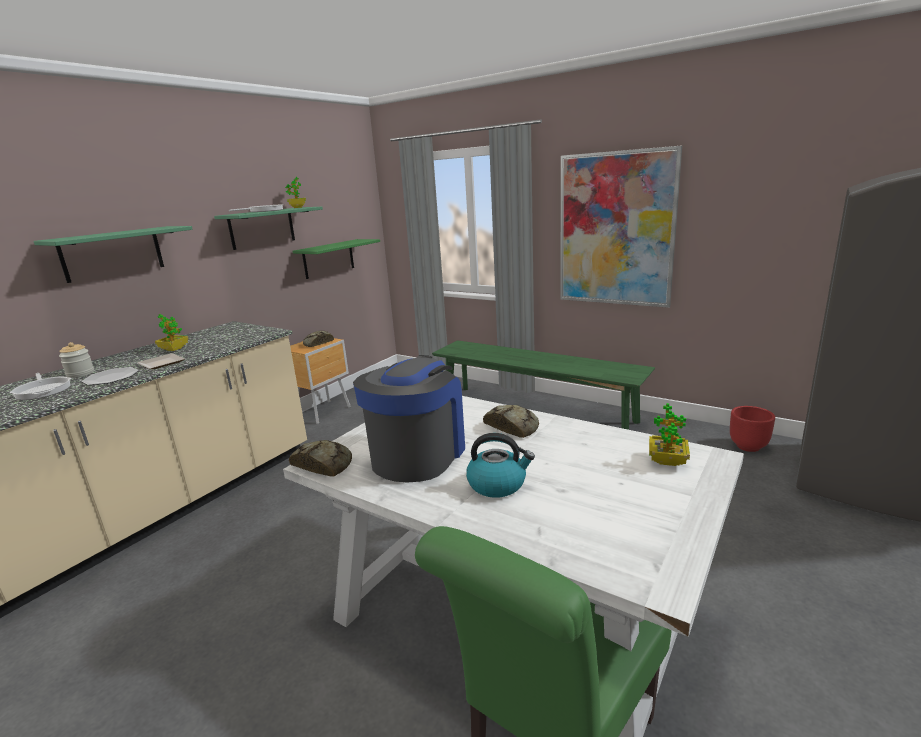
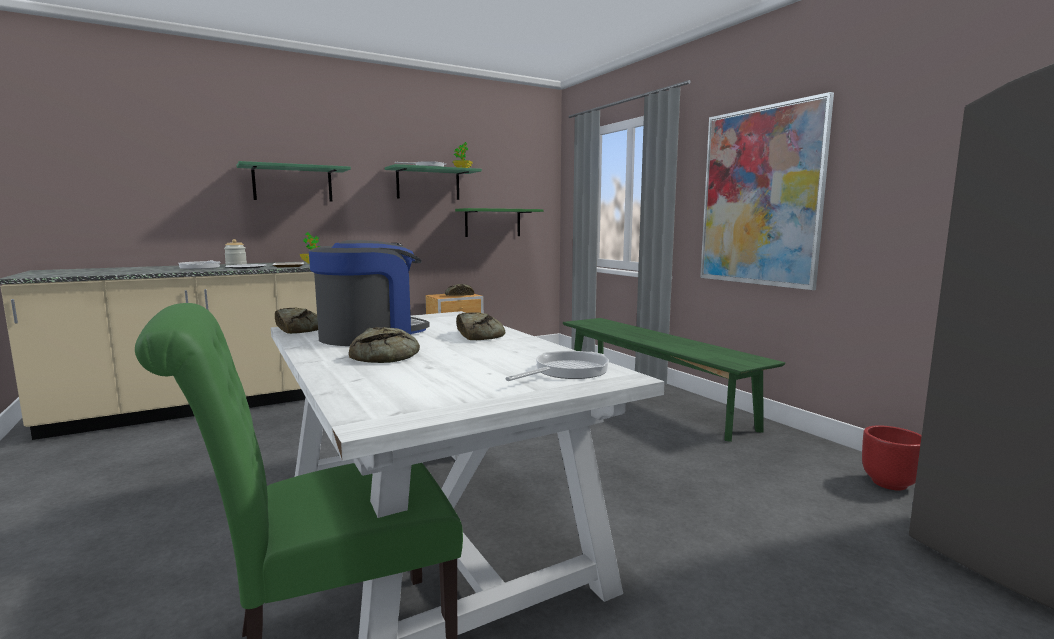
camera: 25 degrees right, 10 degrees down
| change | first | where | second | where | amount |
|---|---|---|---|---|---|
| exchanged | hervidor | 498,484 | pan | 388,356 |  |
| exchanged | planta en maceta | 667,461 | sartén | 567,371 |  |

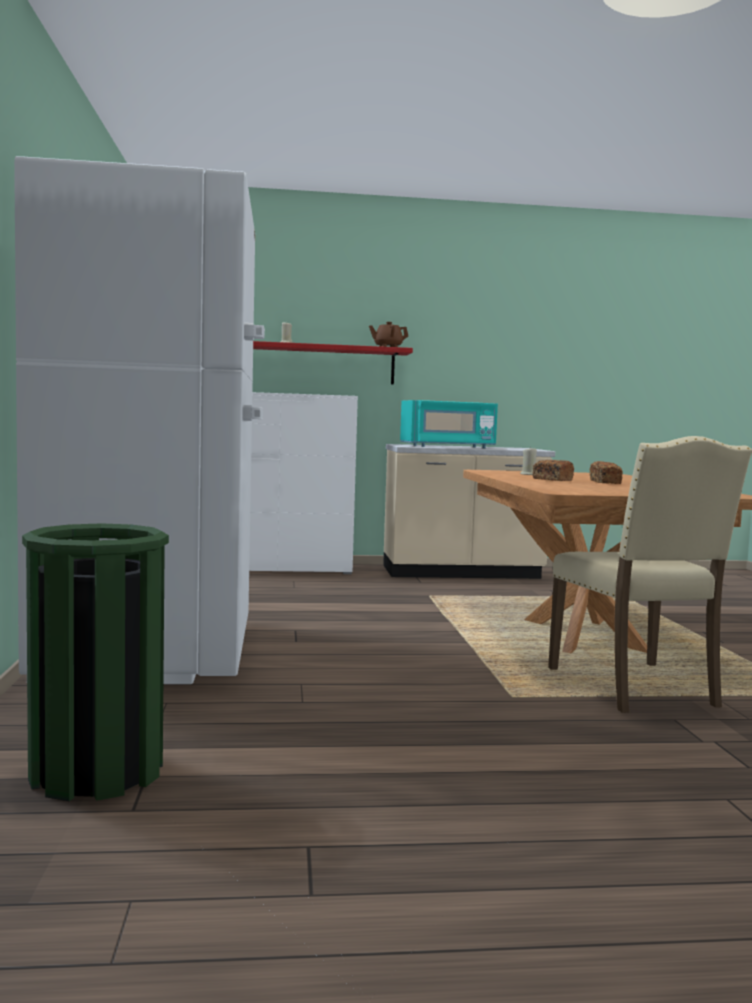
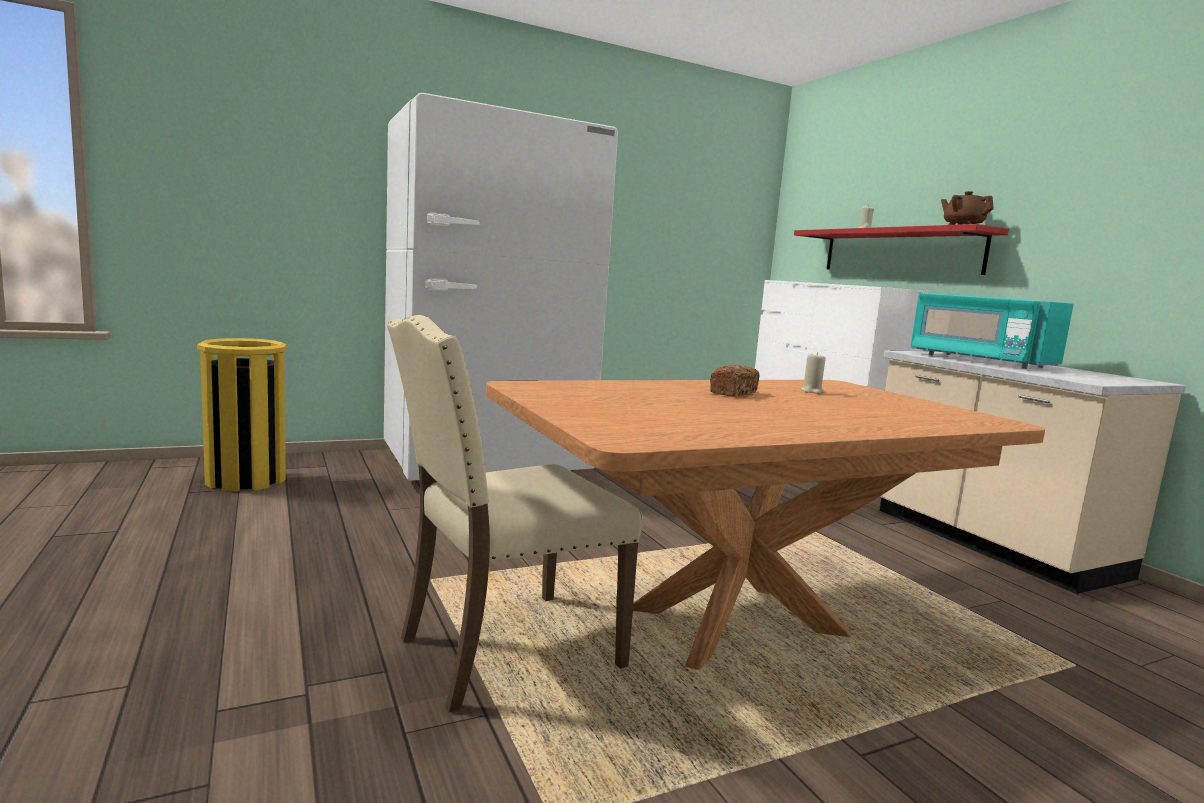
camera: 70 degrees right, 5 degrees up
| change | first | where | second | where | amount |
|---|---|---|---|---|---|
| colour | papelera [verde] | 96,772 | papelera [amarillo] | 246,479 |  |
| missing | pan | 605,482 |  |  |  |

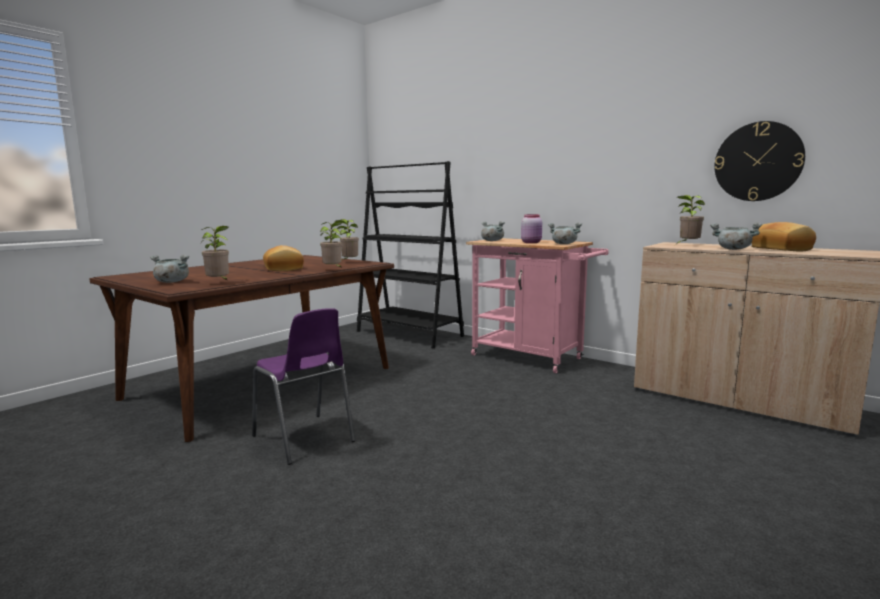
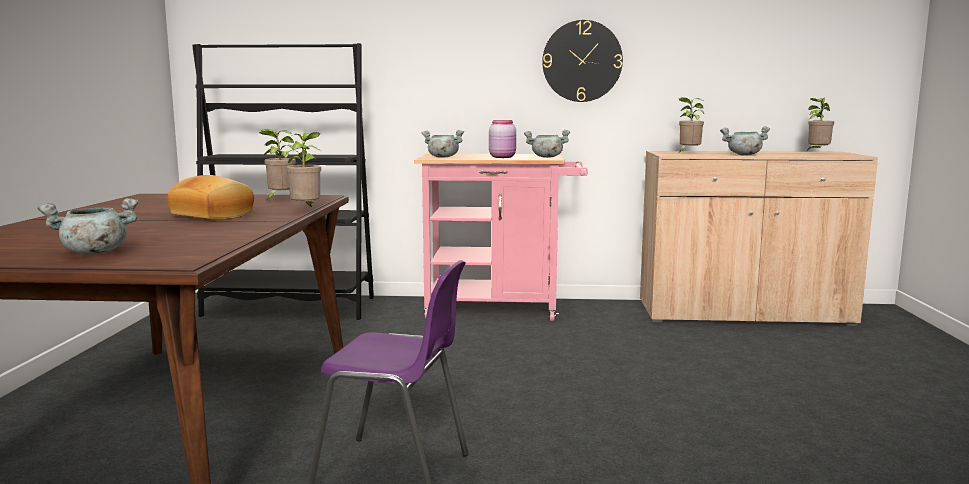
camera: 35 degrees left, 0 degrees up
| change | first | where | second | where | amount |
|---|---|---|---|---|---|
| relocated | reloj de pared | 758,161 |  | 582,61 |  |
| relocated | planta en maceta | 219,283 |  | 817,152 |  |
| missing | pan | 782,249 |  |  |  |

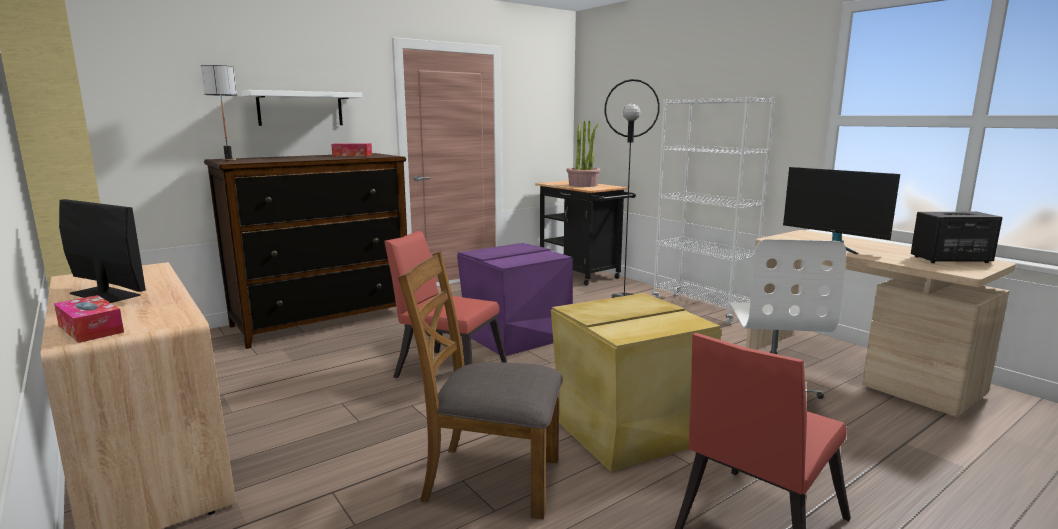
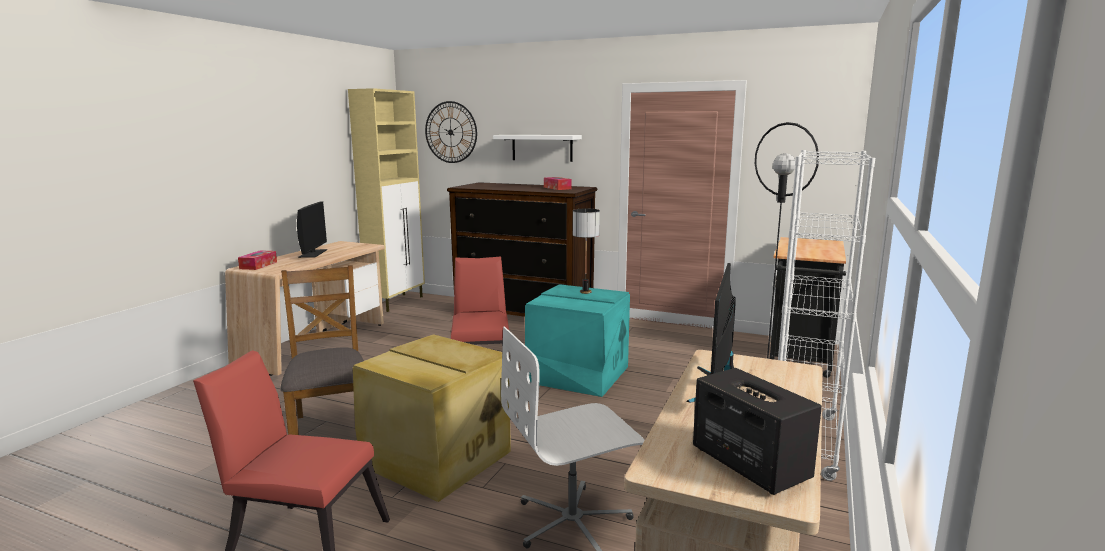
camera: 60 degrees right, 0 degrees up
| change | first | where | second | where | amount |
|---|---|---|---|---|---|
| appeared |  |  | reloj de pared | 450,132 |  |
| colour | caja de almacenaje [morado] | 516,335 | caja de almacenaje [turquesa] | 579,375 |  |
| relocated | lámpara de mesa | 228,160 |  | 585,292 |  |
| missing | planta en maceta | 583,185 |  |  |  |

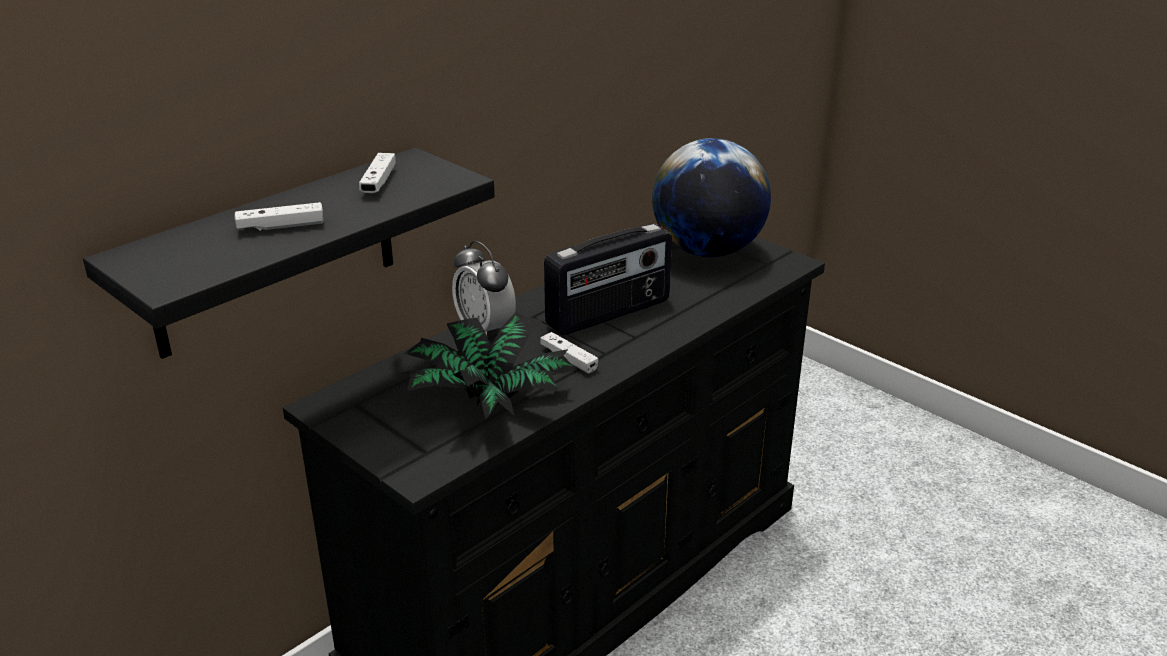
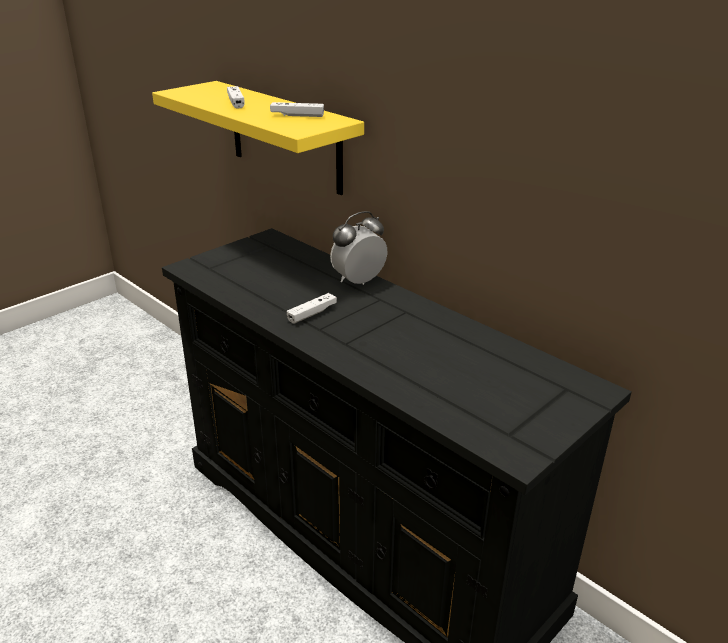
camera: 90 degrees right, 0 degrees up
| change | first | where | second | where | amount |
|---|---|---|---|---|---|
| colour | estante [negro] | 275,253 | estante [amarillo] | 285,137 |  |
| missing | planta en maceta | 488,400 |  |  |  |
| missing | radio | 609,313 |  |  |  |
| missing | globo terráqueo | 708,251 |  |  |  |

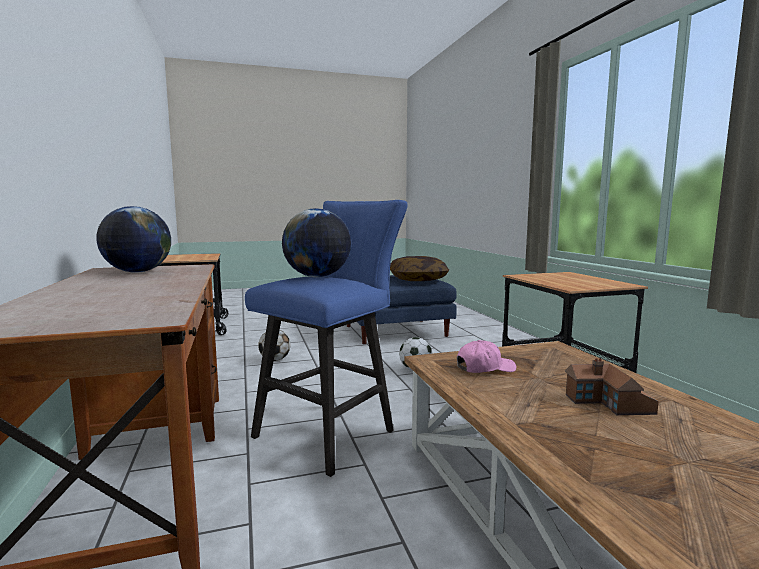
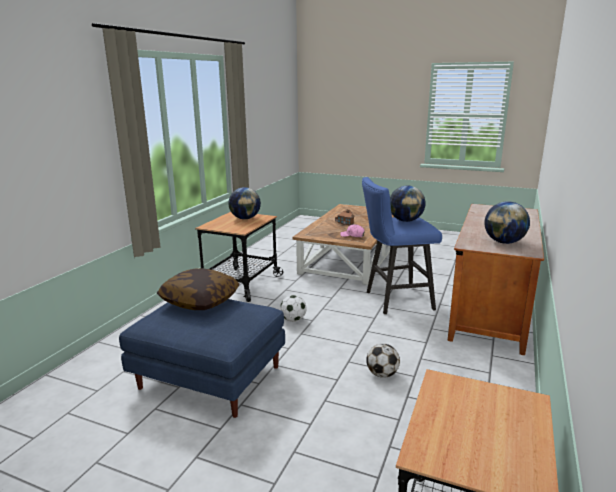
camera: 140 degrees left, 10 degrees up
| change | first | where | second | where | amount |
|---|---|---|---|---|---|
| appeared |  |  | globo terráqueo | 245,218 |  |

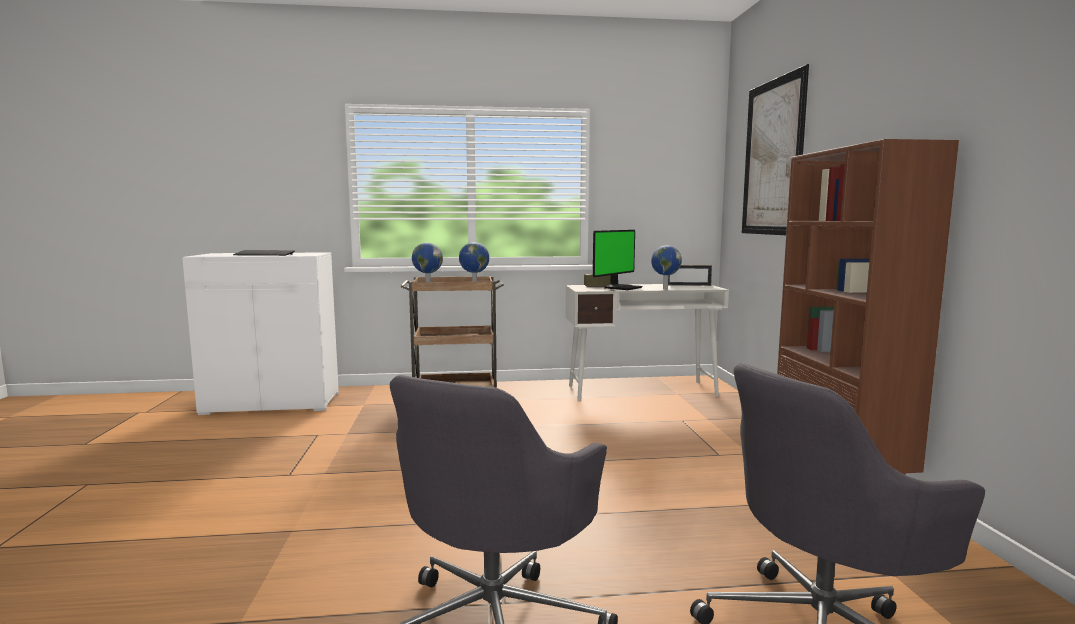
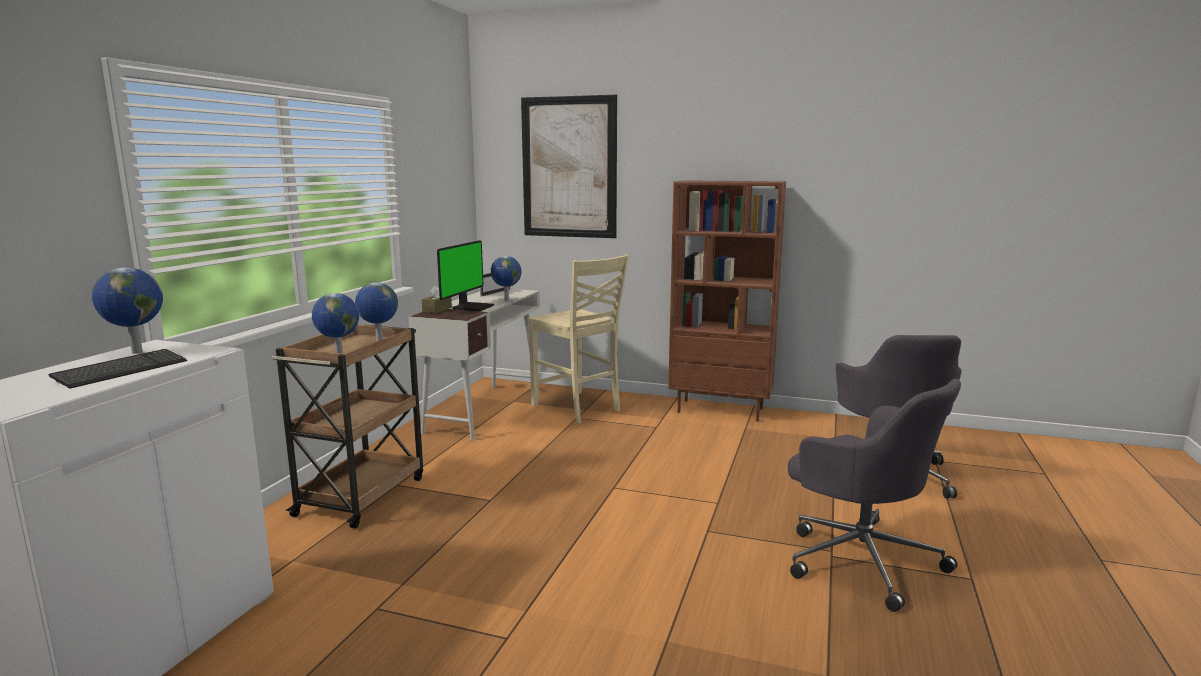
camera: 65 degrees left, 5 degrees up
| change | first | where | second | where | amount |
|---|---|---|---|---|---|
| appeared |  |  | globo terráqueo | 135,352 |  |
| spun | monitor | 621,287 |  | 471,307 | 45 degrees clockwise |
| appeared |  |  | silla [beis] | 577,408 |  |

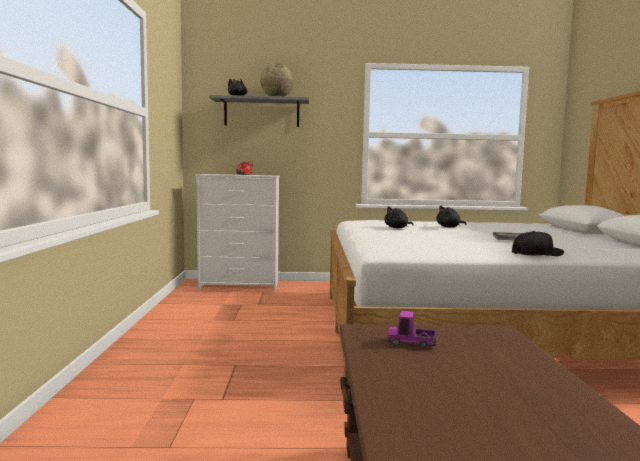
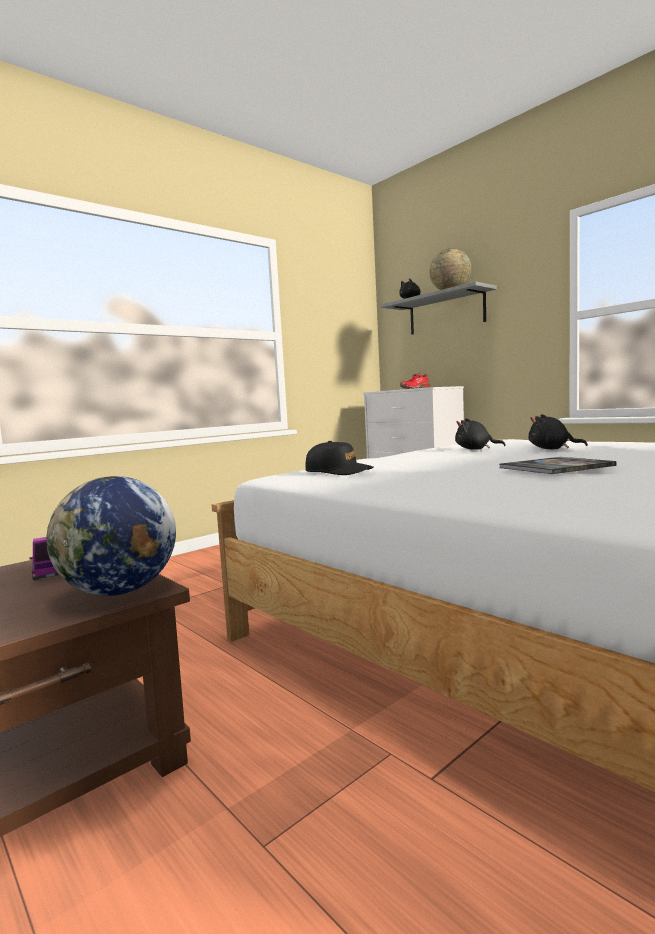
camera: 50 degrees right, 0 degrees up
| change | first | where | second | where | amount |
|---|---|---|---|---|---|
| appeared |  |  | globo terráqueo | 119,592 |  |
| relocated | gorra [negro] | 537,254 |  | 338,472 |  |

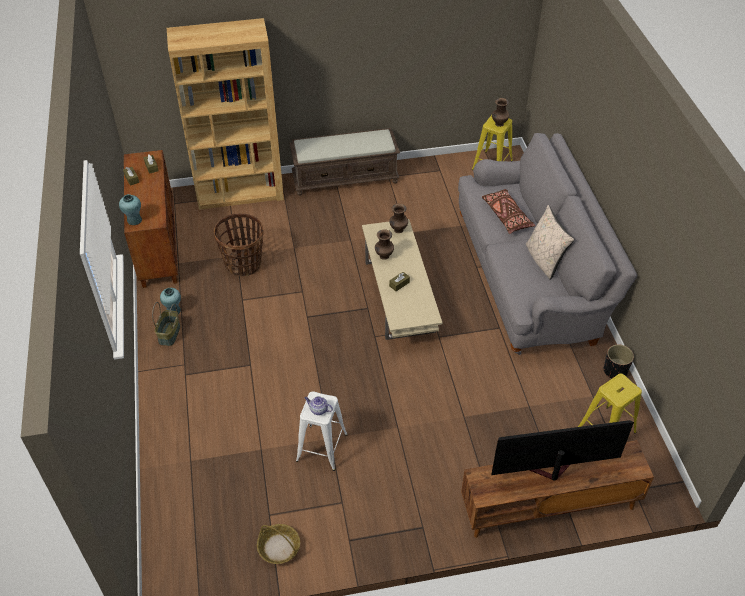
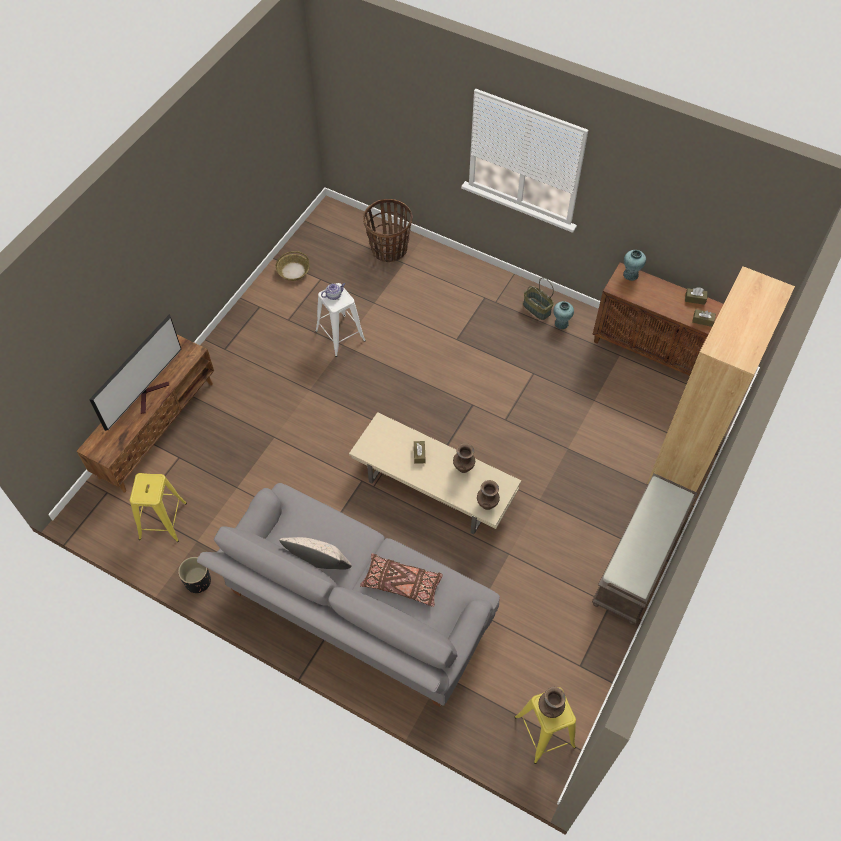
camera: 130 degrees right, 10 degrees up
| change | first | where | second | where | amount |
|---|---|---|---|---|---|
| relocated | cesta | 243,264 |  | 389,249 |  |

